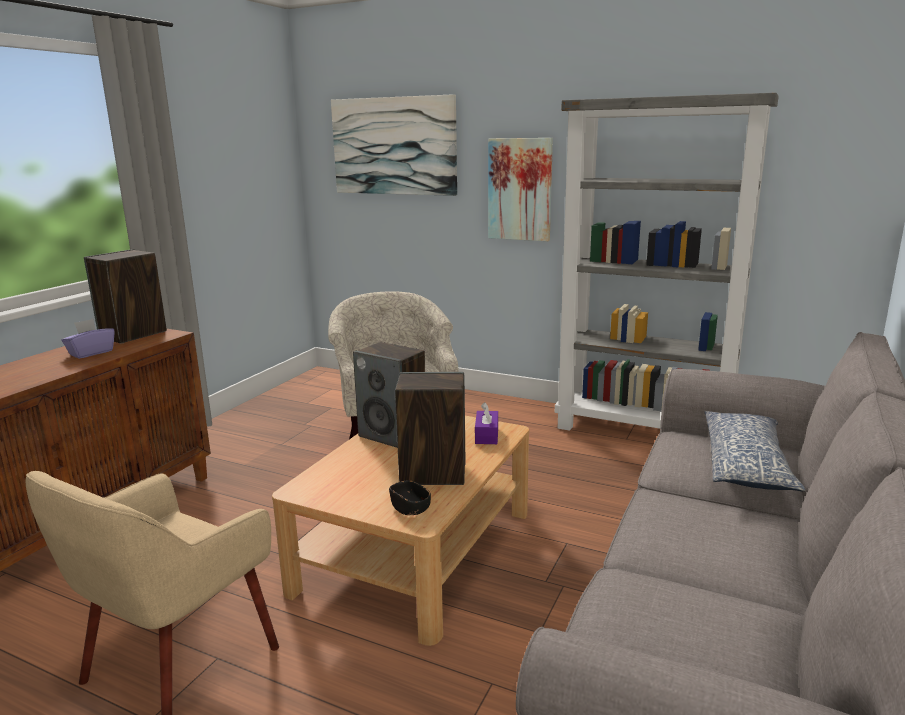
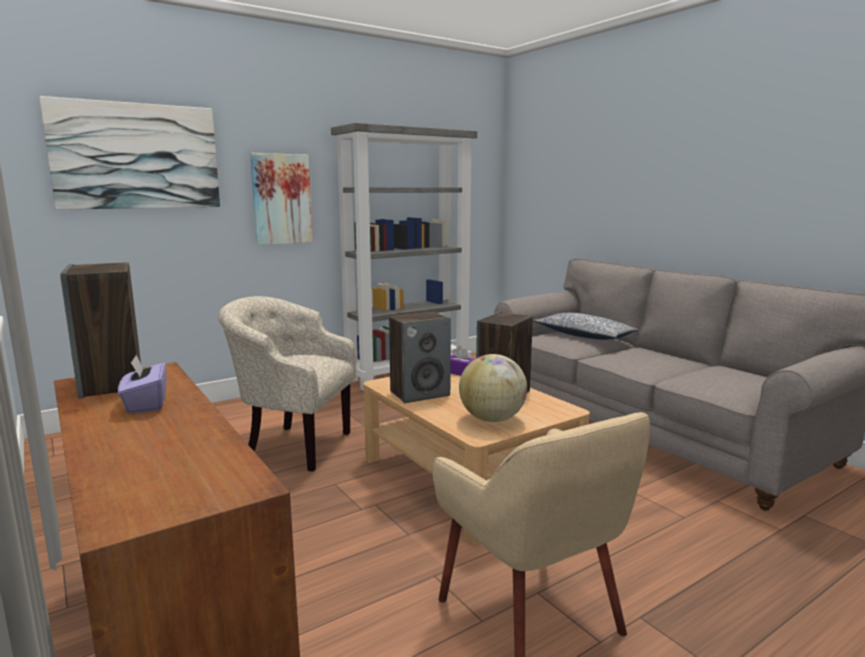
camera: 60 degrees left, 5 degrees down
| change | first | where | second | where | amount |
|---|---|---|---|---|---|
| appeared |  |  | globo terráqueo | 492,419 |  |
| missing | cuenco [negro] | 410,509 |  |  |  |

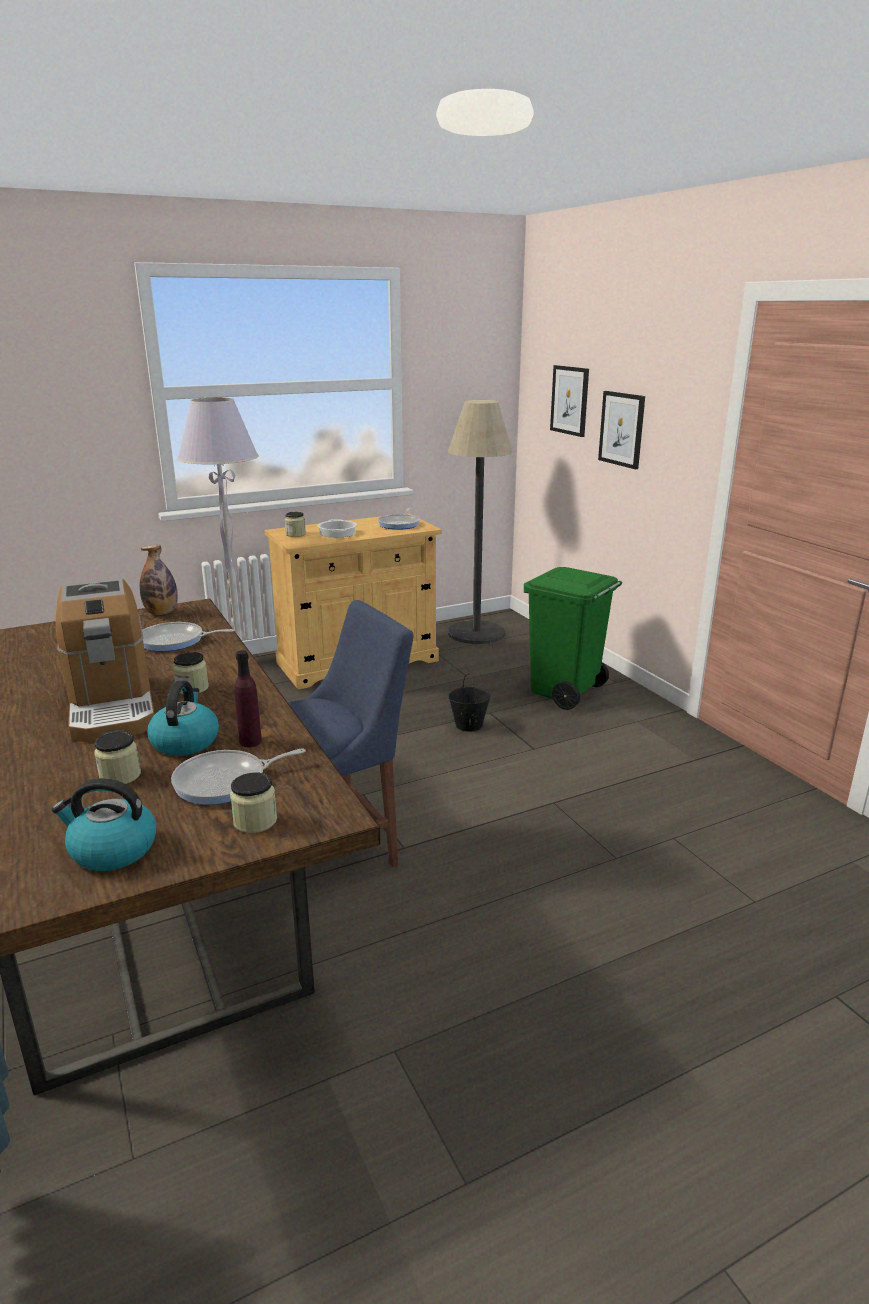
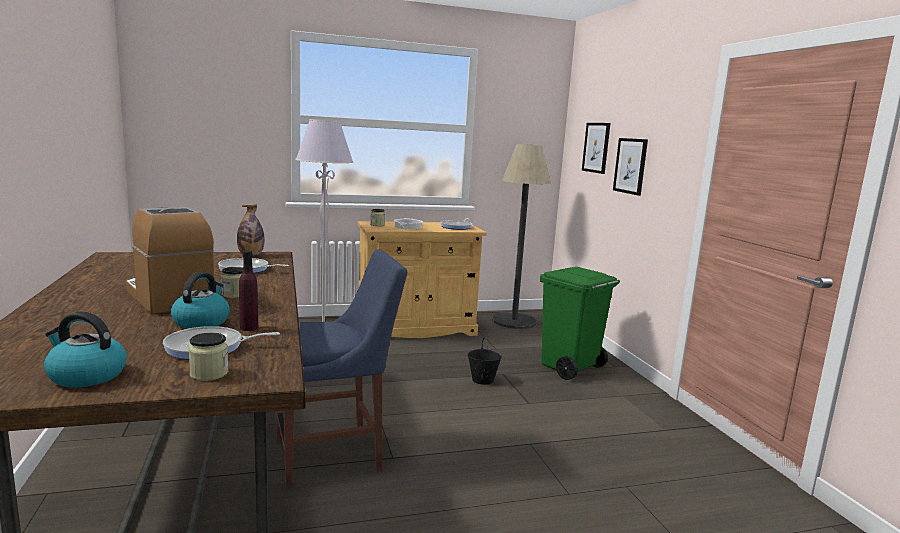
camera: 10 degrees right, 10 degrees down
| change | first | where | second | where | amount |
|---|---|---|---|---|---|
| spun | cafetera | 112,707 |  | 169,297 | 150 degrees clockwise |
| missing | tarro | 120,776 |  |  |  |

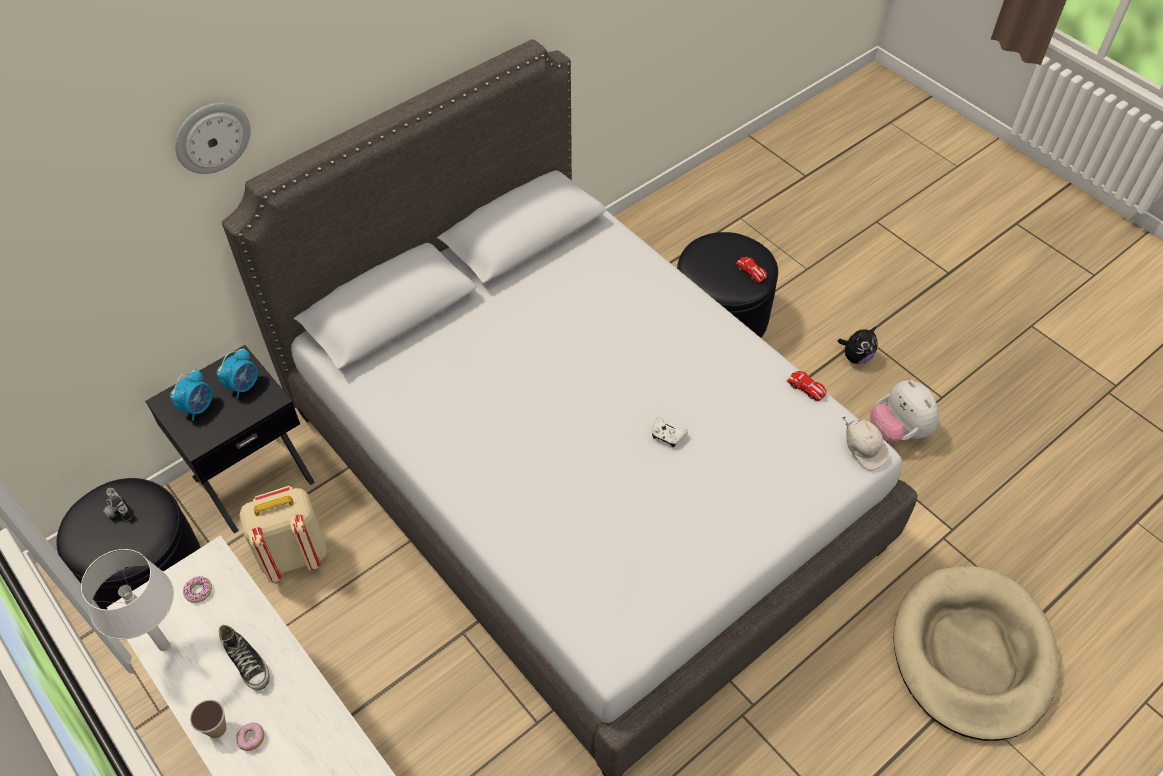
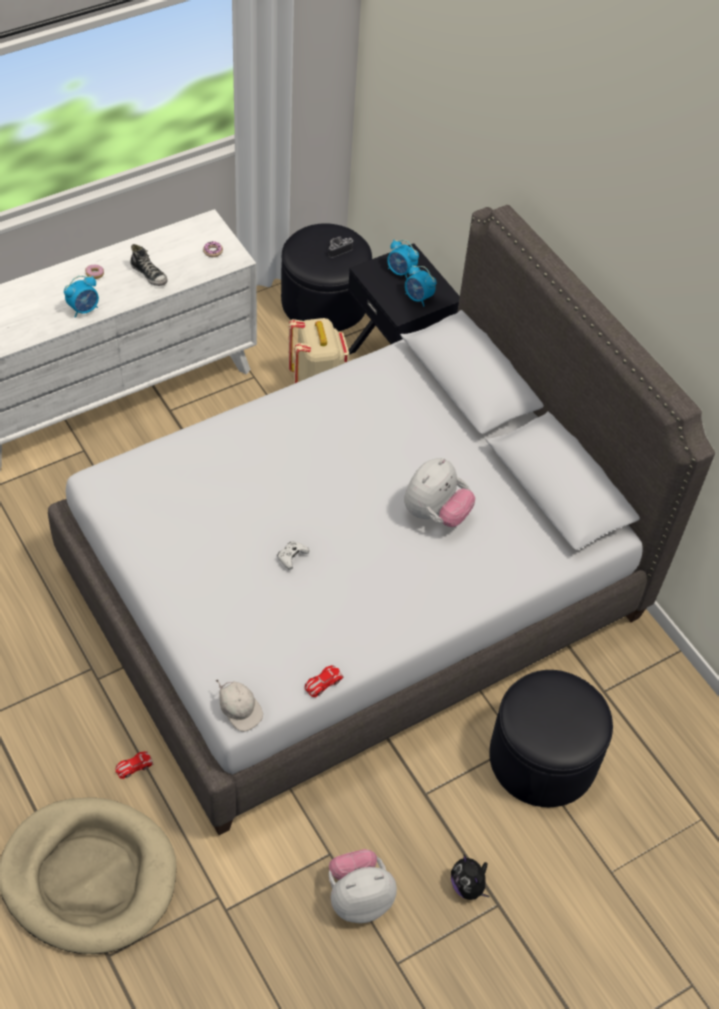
camera: 95 degrees right, 0 degrees up
| change | first | where | second | where | amount |
|---|---|---|---|---|---|
| appeared |  |  | despertador | 84,309 |  |
| relocated | coche de juguete | 751,271 |  | 133,766 |  |
| spun | zapato | 248,663 |  | 149,274 | 105 degrees counterclockwise |
| spun | gorra [blanco] | 863,450 |  | 239,710 | 105 degrees counterclockwise |
| appeared |  |  | peluche | 435,513 |  |
| missing | lámpara de mesa [blanco] | 164,646 |  |  |  |
| missing | reloj de pared | 212,137 |  |  |  |
| missing | taza | 216,728 |  |  |  |

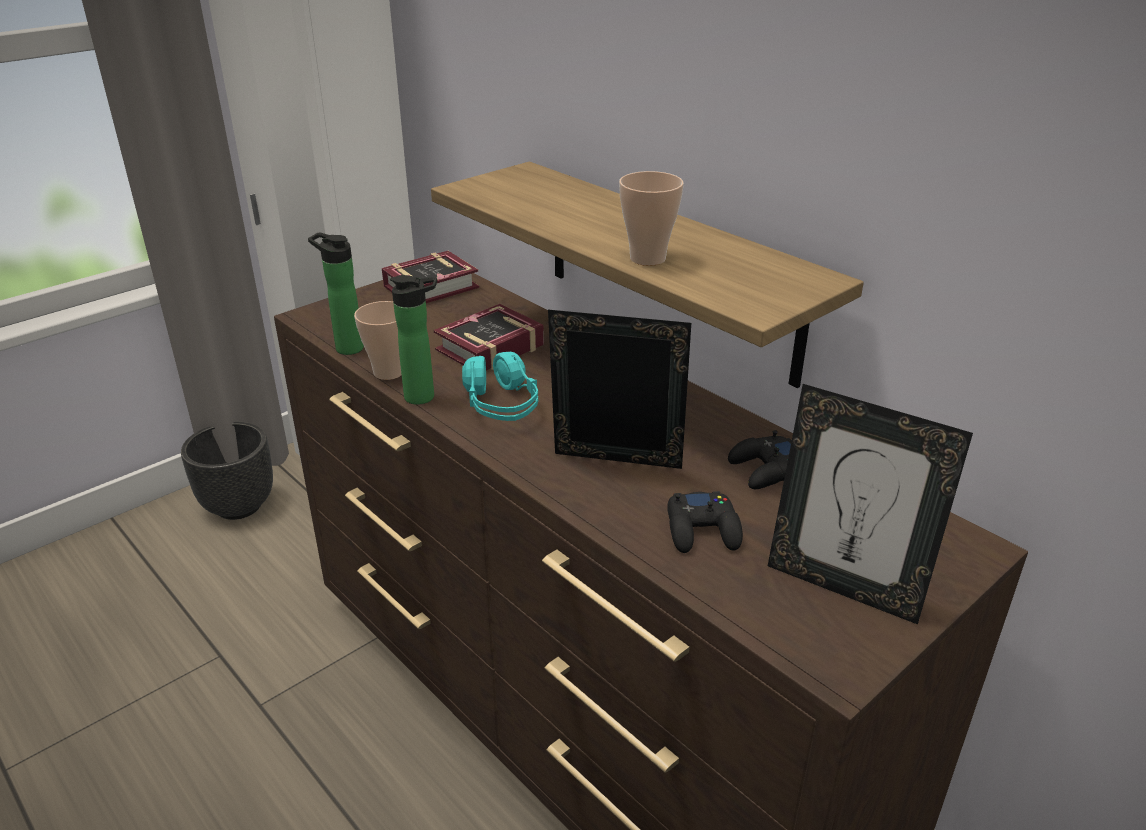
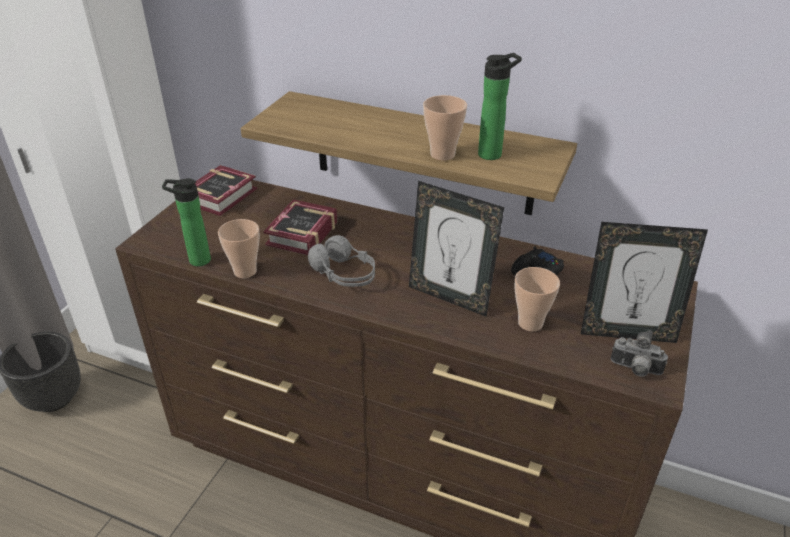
camera: 25 degrees left, 5 degrees up
| change | first | where | second | where | amount |
|---|---|---|---|---|---|
| colour | auriculares [turquesa] | 502,405 | auriculares [gris] | 344,274 |  |
| spun | portarretratos | 616,467 |  | 450,297 | 135 degrees counterclockwise |
| relocated | botella | 424,397 |  | 493,154 |  |
| exchanged | mando de consola [negro] | 703,530 | taza | 530,323 |  |
| appeared |  |  | cámara | 635,370 |  |

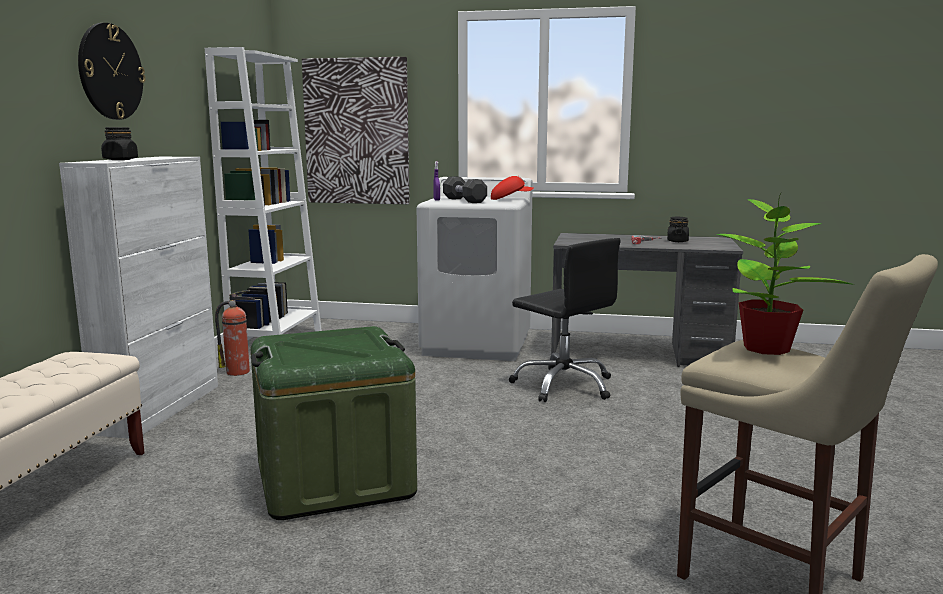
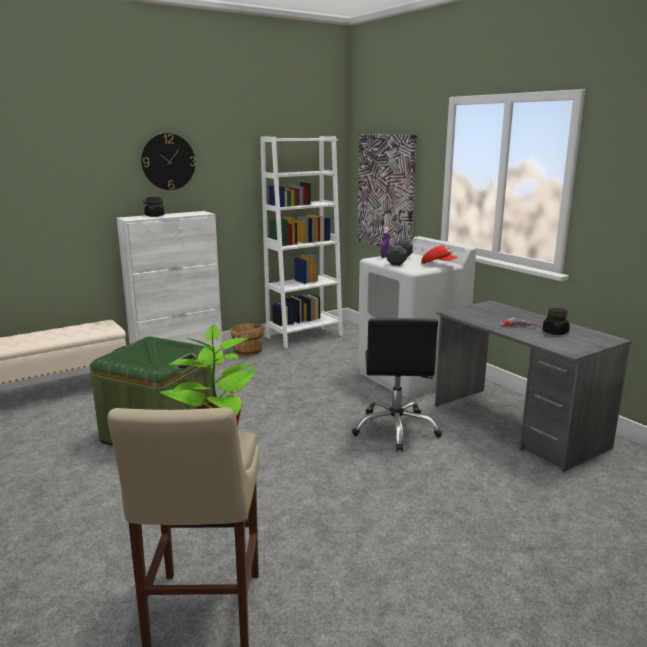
camera: 45 degrees right, 5 degrees up
| change | first | where | second | where | amount |
|---|---|---|---|---|---|
| exchanged | extintor | 239,372 | cubo [marrón] | 248,351 |  |

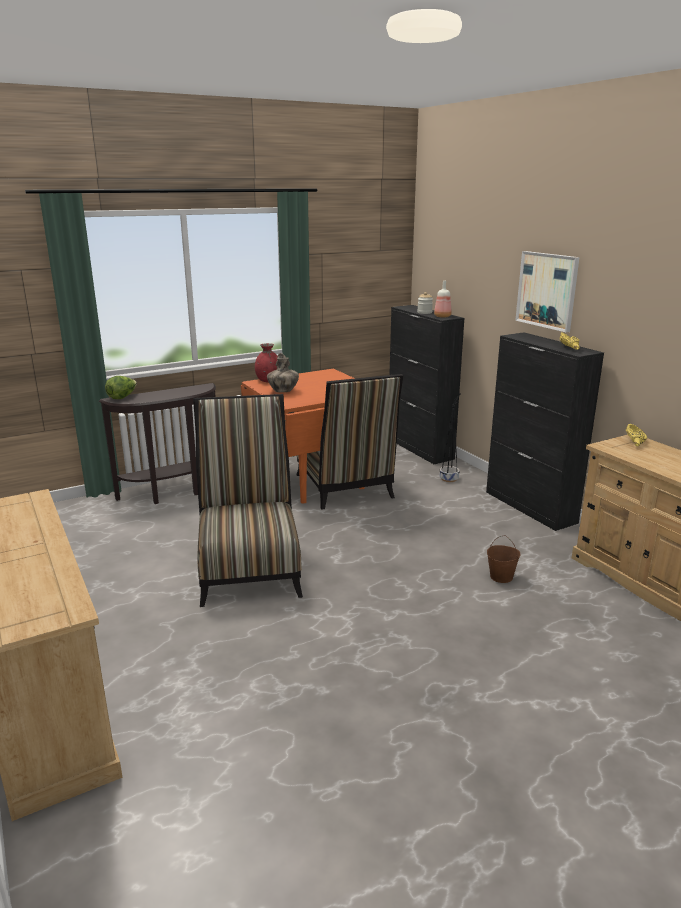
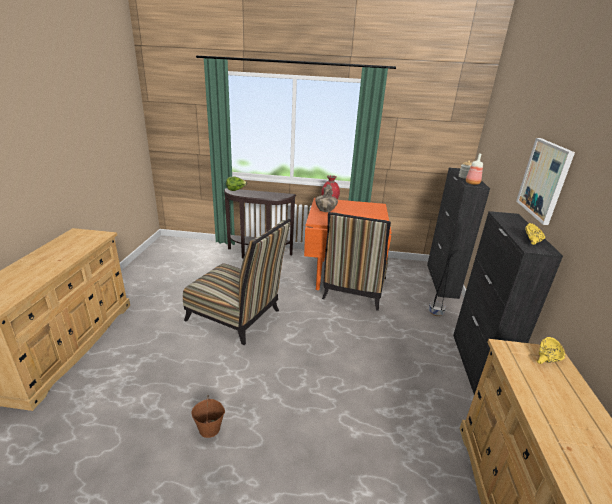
camera: 35 degrees right, 5 degrees up
| change | first | where | second | where | amount |
|---|---|---|---|---|---|
| spun | silla | 249,565 |  | 238,317 | 90 degrees clockwise |
| relocated | cubo [marrón] | 501,577 |  | 210,428 |  |

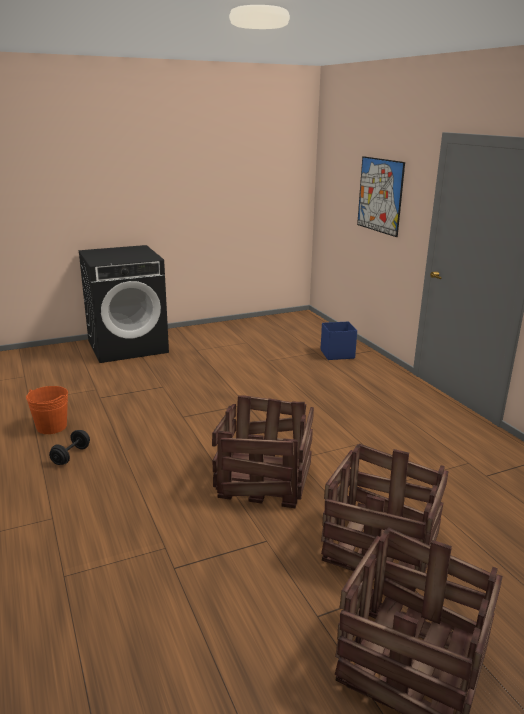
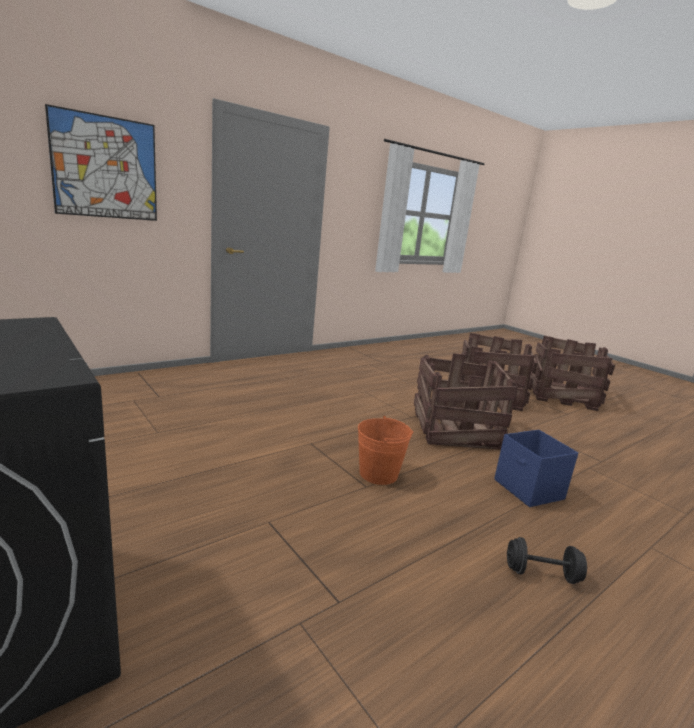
camera: 105 degrees left, 5 degrees down
| change | first | where | second | where | amount |
|---|---|---|---|---|---|
| relocated | cubo [naranja] | 51,427 |  | 378,474 |  |
| relocated | caja de almacenaje [azul] | 336,354 |  | 528,490 |  |

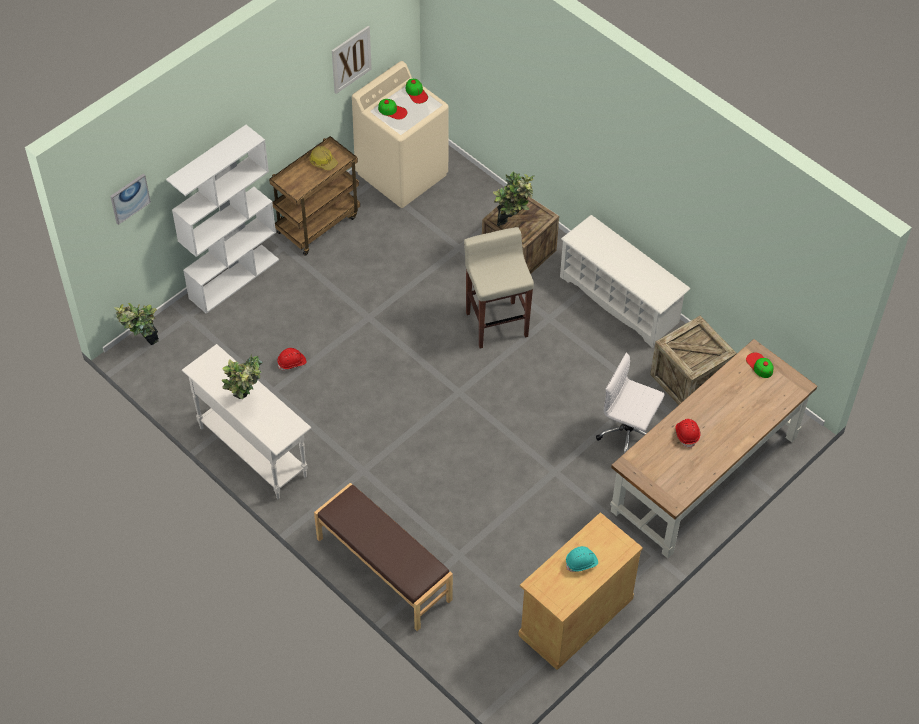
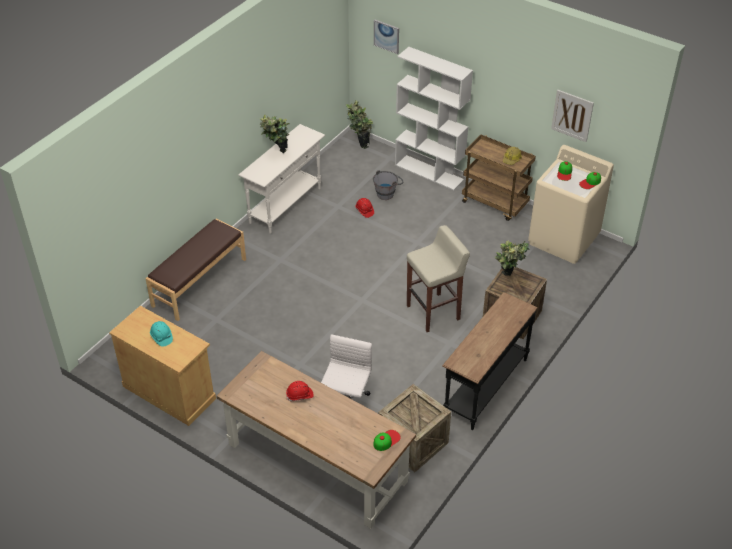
camera: 80 degrees right, 10 degrees down
| change | first | where | second | where | amount |
|---|---|---|---|---|---|
| appeared |  |  | cubo [gris] | 387,193 |  |
| exchanged | zapatero [blanco] | 620,300 | mesa consola [negro] | 485,386 |  |

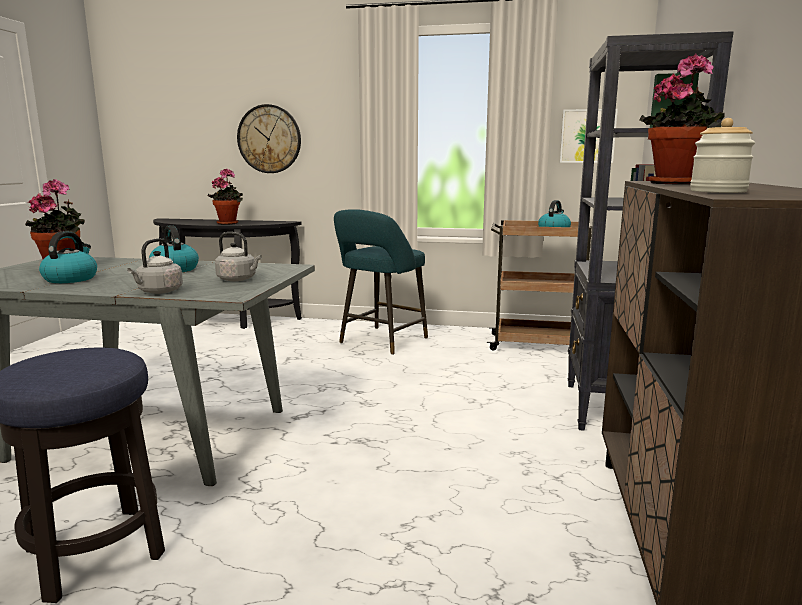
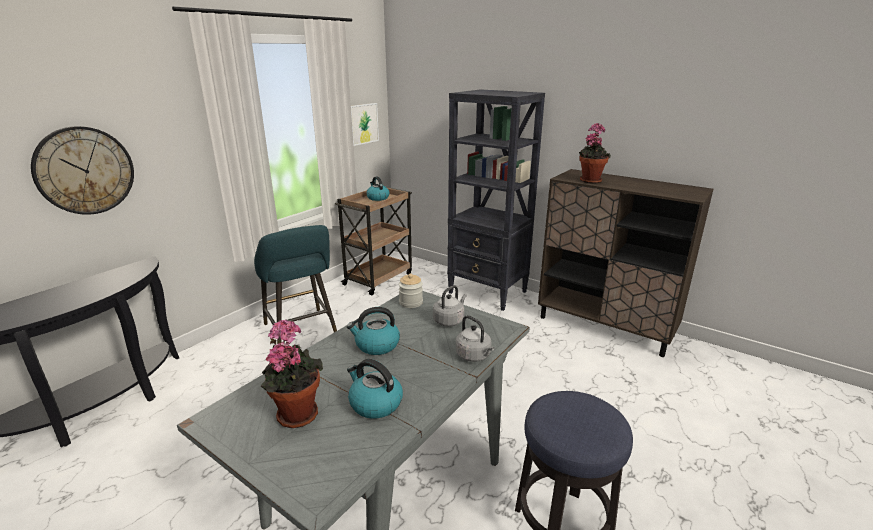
camera: 65 degrees left, 10 degrees up
| change | first | where | second | where | amount |
|---|---|---|---|---|---|
| relocated | tarro | 718,191 |  | 411,302 |  |
| missing | planta en maceta | 229,223 |  |  |  |

